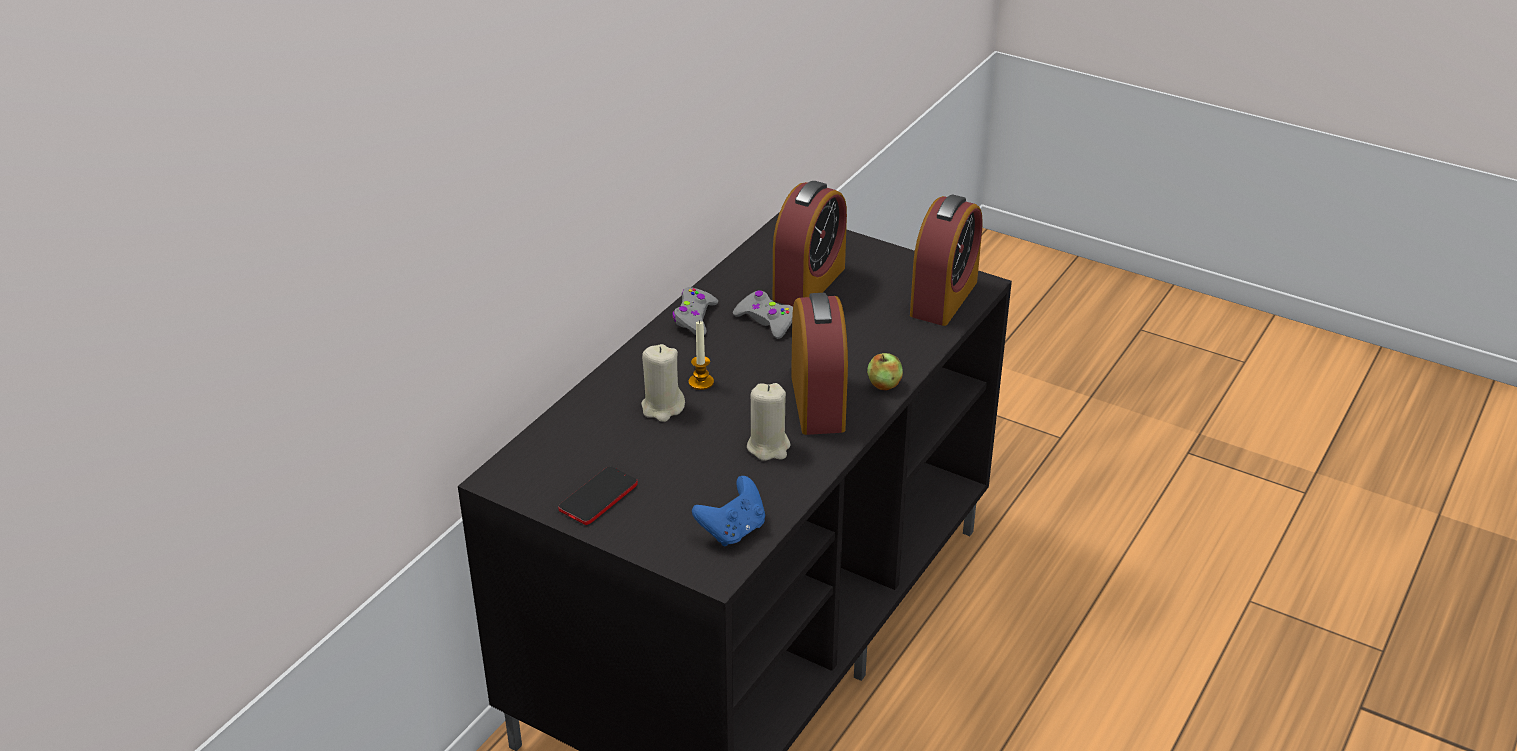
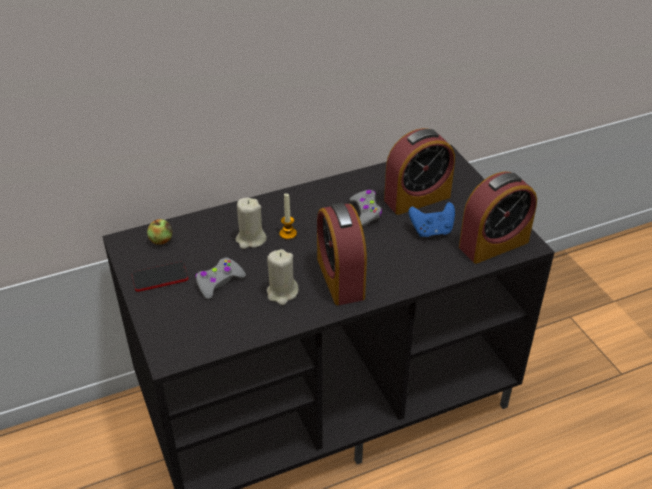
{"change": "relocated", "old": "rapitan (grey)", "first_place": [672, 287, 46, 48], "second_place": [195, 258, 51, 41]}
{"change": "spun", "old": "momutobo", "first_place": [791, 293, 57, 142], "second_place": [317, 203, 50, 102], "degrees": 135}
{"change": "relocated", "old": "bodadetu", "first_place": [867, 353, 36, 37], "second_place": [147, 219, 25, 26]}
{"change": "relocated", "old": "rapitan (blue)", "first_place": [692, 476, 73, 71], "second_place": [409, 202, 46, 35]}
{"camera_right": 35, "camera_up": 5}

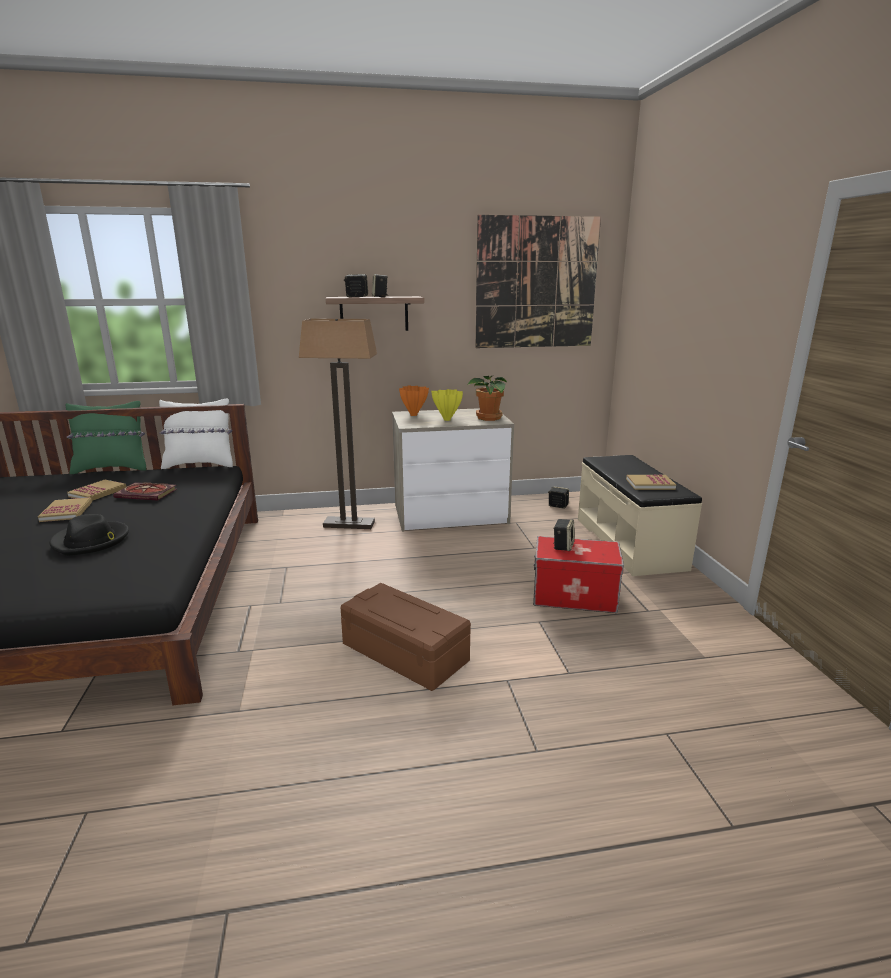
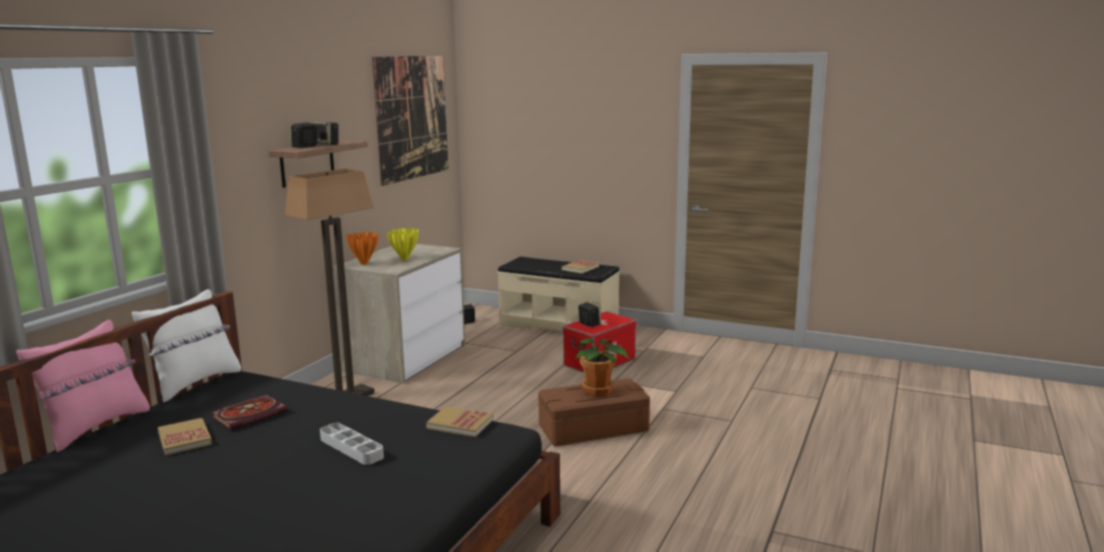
{"change": "relocated", "old": "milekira", "first_place": [468, 376, 39, 45], "second_place": [575, 338, 54, 59]}
{"change": "colour", "old": "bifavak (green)", "new": "bifavak (pink)", "first_place": [66, 401, 80, 73], "second_place": [16, 320, 134, 133]}
{"change": "relocated", "old": "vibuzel", "first_place": [38, 497, 54, 25], "second_place": [426, 406, 68, 31]}
{"change": "exchanged", "old": "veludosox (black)", "new": "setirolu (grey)", "first_place": [50, 514, 79, 42], "second_place": [320, 423, 64, 42]}
{"camera_right": -55, "camera_up": -5}

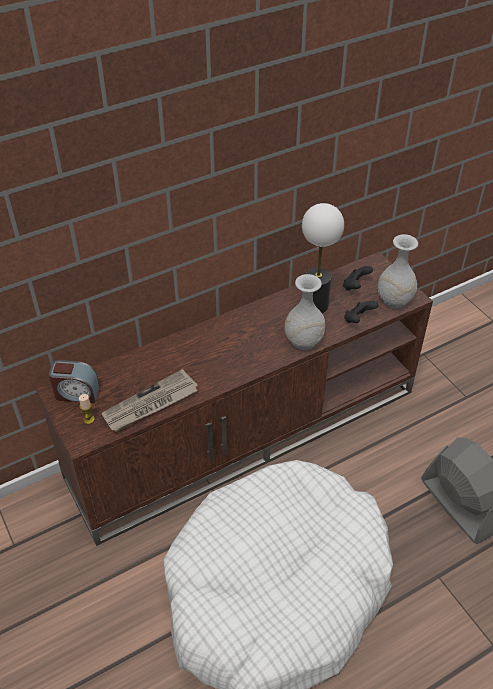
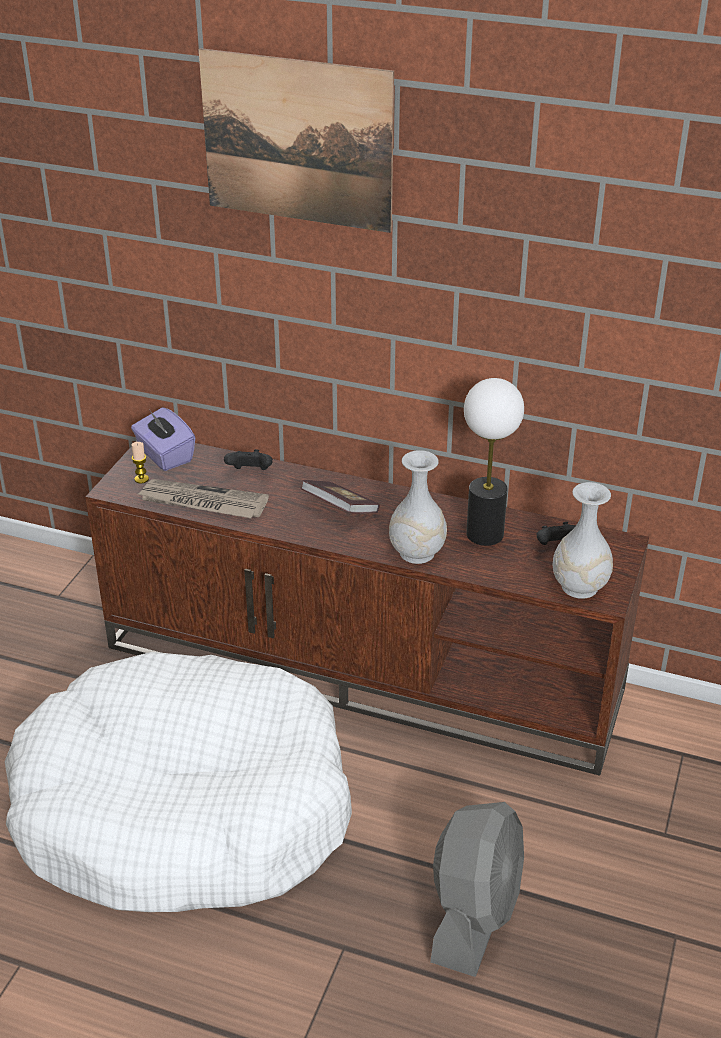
{"change": "relocated", "old": "rapitan (black)", "first_place": [344, 301, 35, 22], "second_place": [224, 449, 49, 21]}
{"change": "exchanged", "old": "momutobo", "new": "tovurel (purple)", "first_place": [49, 360, 51, 43], "second_place": [131, 407, 64, 64]}
{"change": "appeared", "new": "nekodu", "second_place": [199, 48, 195, 185]}
{"change": "appeared", "new": "vibuzel", "second_place": [301, 480, 78, 34]}
{"camera_right": 50, "camera_up": -10}

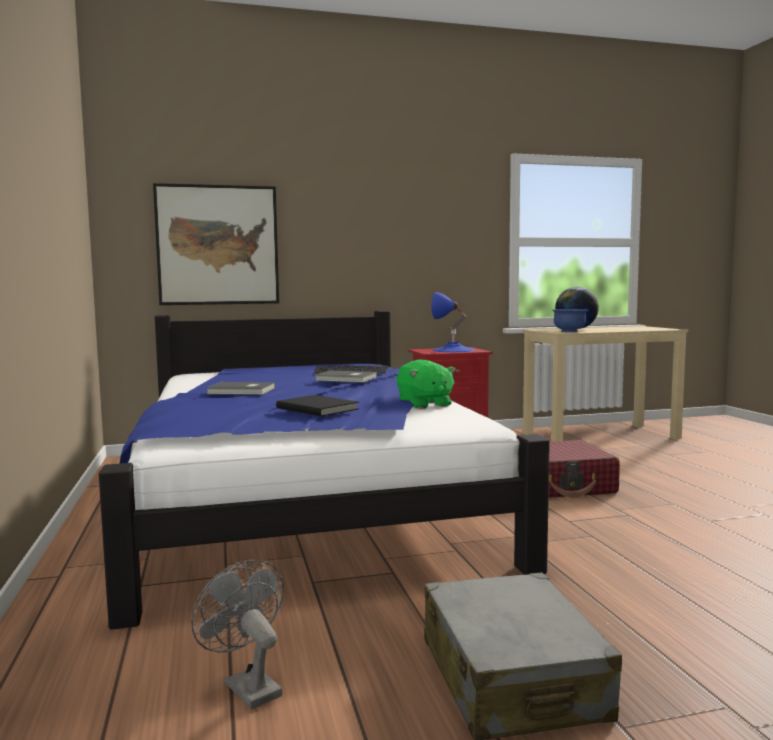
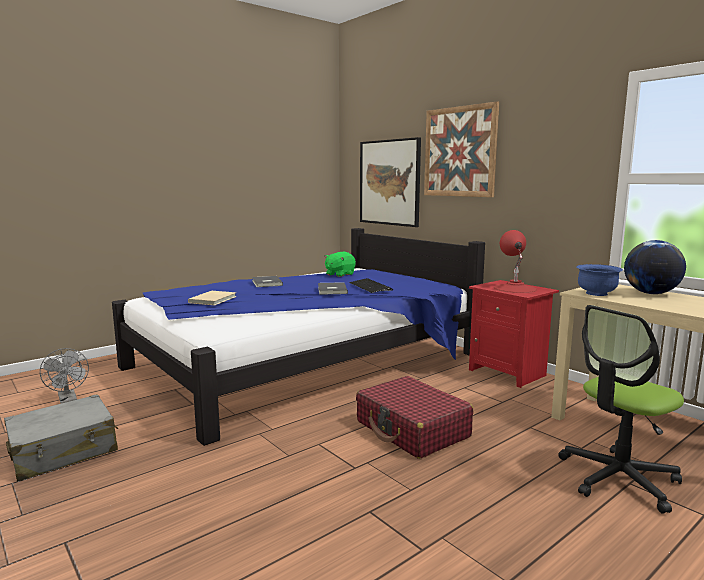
{"change": "colour", "old": "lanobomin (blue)", "new": "lanobomin (red)", "first_place": [431, 292, 44, 60], "second_place": [494, 230, 43, 63]}
{"change": "relocated", "old": "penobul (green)", "first_place": [397, 359, 59, 50], "second_place": [324, 252, 32, 25]}
{"change": "colour", "old": "vibuzel (black)", "new": "vibuzel (beige)", "first_place": [276, 395, 83, 22], "second_place": [188, 291, 49, 14]}
{"change": "spun", "old": "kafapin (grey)", "first_place": [191, 560, 93, 150], "second_place": [40, 348, 49, 55], "degrees": 120}
{"change": "appeared", "new": "nekodu", "second_place": [424, 101, 75, 96]}
{"change": "appeared", "new": "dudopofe", "second_place": [558, 305, 126, 209]}
{"camera_right": 65, "camera_up": 5}

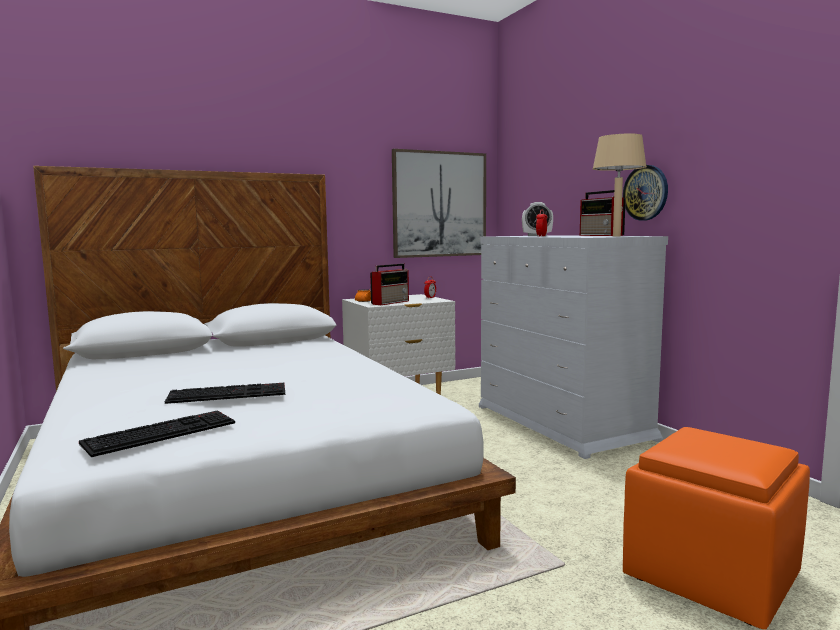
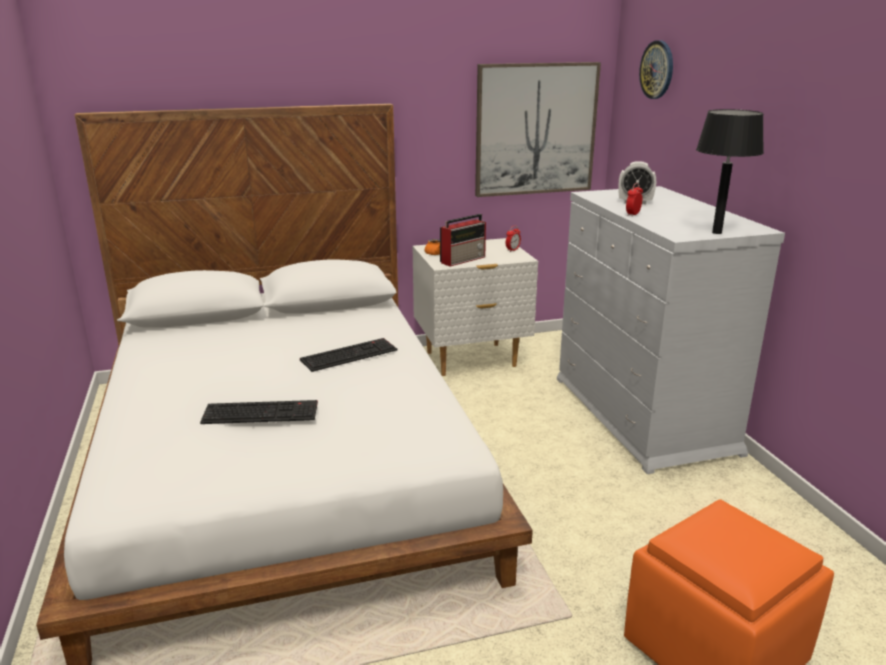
{"change": "colour", "old": "lanobomin (beige)", "new": "lanobomin (black)", "first_place": [593, 134, 54, 103], "second_place": [696, 109, 68, 125]}
{"change": "relocated", "old": "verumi", "first_place": [623, 165, 45, 56], "second_place": [639, 40, 34, 59]}
{"change": "missing", "old": "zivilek", "first_place": [580, 190, 46, 46]}
{"change": "relocated", "old": "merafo", "first_place": [79, 410, 156, 47], "second_place": [300, 338, 97, 34]}
{"camera_right": 10, "camera_up": 15}

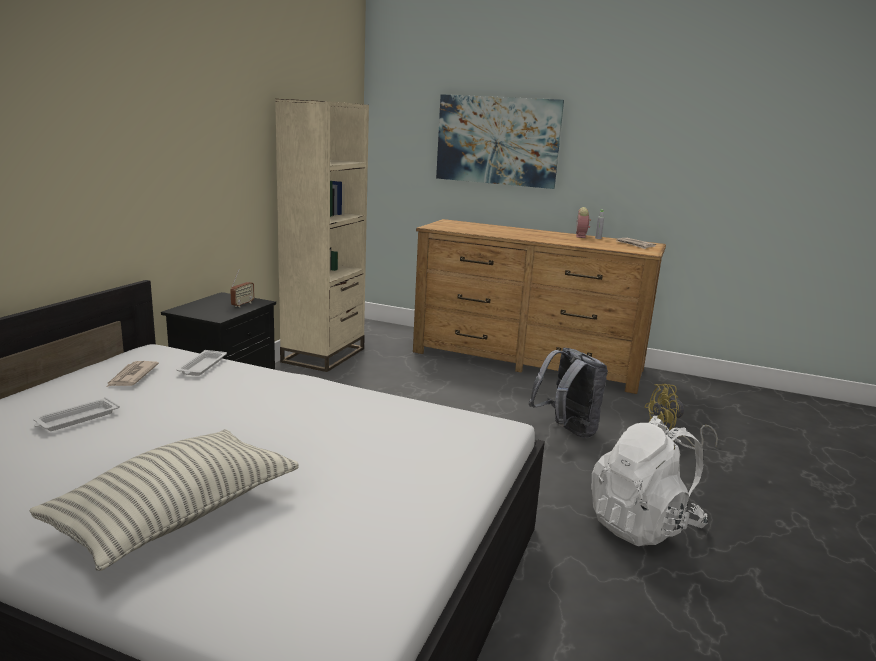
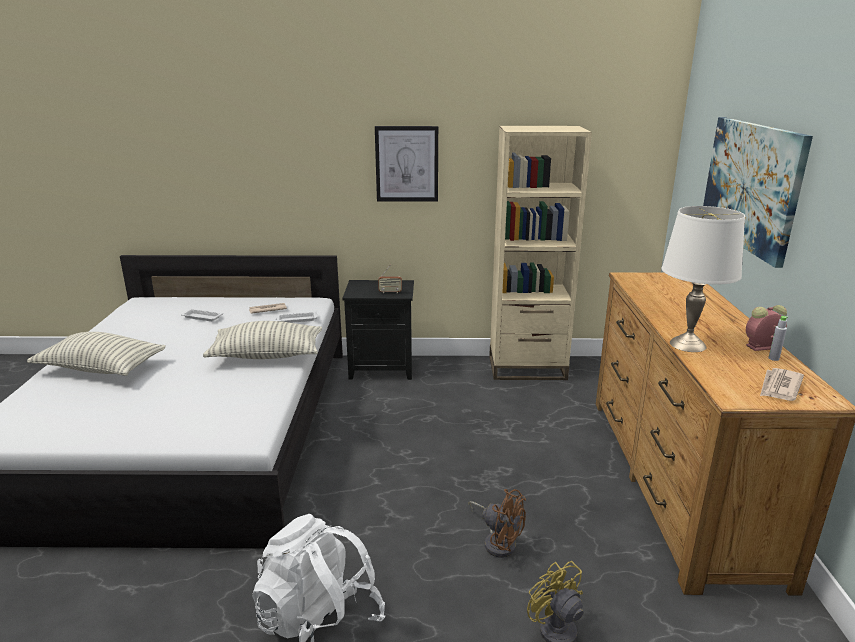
{"change": "exchanged", "old": "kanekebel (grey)", "new": "kafapin (brown)", "first_place": [529, 347, 79, 91], "second_place": [469, 489, 57, 69]}
{"change": "appeared", "new": "nekodu", "second_place": [375, 126, 63, 76]}
{"change": "appeared", "new": "lanobomin (white)", "second_place": [661, 206, 84, 146]}
{"change": "appeared", "new": "bifavak", "second_place": [203, 321, 119, 38]}
{"camera_right": 70, "camera_up": 5}

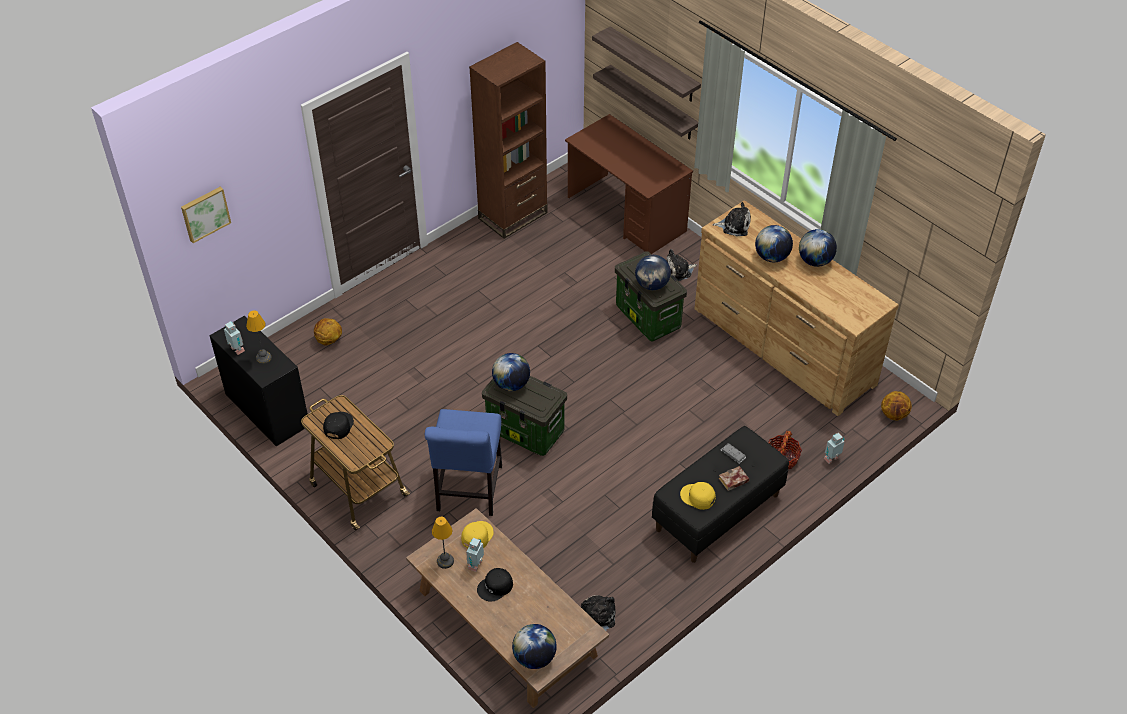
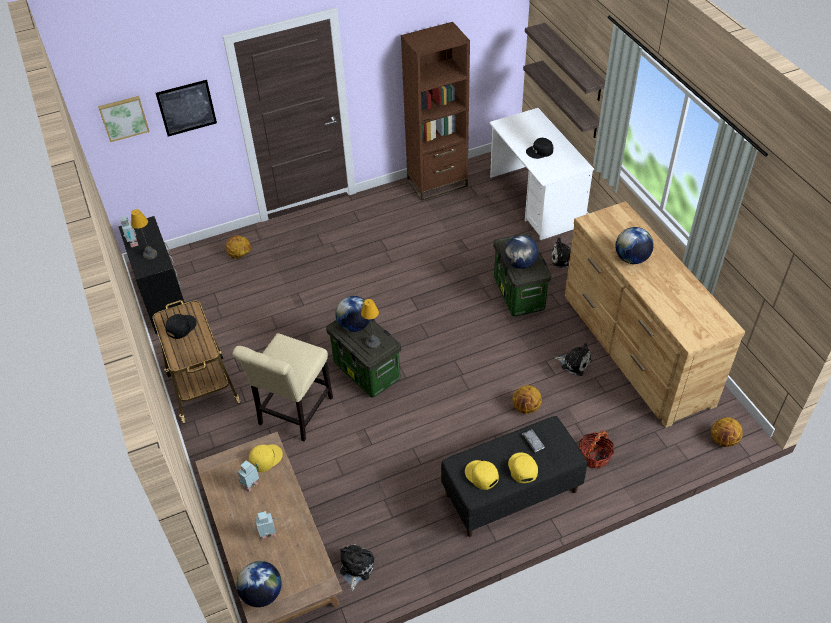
{"change": "colour", "old": "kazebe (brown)", "new": "kazebe (white)", "first_place": [565, 114, 128, 140], "second_place": [489, 108, 105, 132]}
{"change": "relocated", "old": "penobul", "first_place": [712, 202, 39, 34], "second_place": [554, 343, 37, 33]}
{"change": "missing", "old": "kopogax", "first_place": [799, 229, 38, 38]}
{"change": "colour", "old": "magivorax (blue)", "new": "magivorax (beige)", "first_place": [424, 409, 78, 107], "second_place": [233, 333, 100, 108]}
{"change": "relocated", "old": "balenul", "first_place": [824, 433, 21, 31], "second_place": [253, 511, 25, 29]}
{"change": "exchanged", "old": "vibuzel", "new": "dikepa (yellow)", "first_place": [718, 466, 31, 25], "second_place": [508, 452, 30, 31]}
{"change": "relocated", "old": "lanobomin", "first_place": [432, 517, 22, 52], "second_place": [361, 299, 19, 50]}
{"change": "relocated", "old": "dikepa (black)", "first_place": [477, 568, 36, 33], "second_place": [526, 138, 27, 21]}
{"change": "appeared", "new": "nekodu", "second_place": [156, 80, 61, 56]}
{"change": "appeared", "new": "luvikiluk", "second_place": [512, 385, 30, 29]}
{"camera_right": 20, "camera_up": 0}

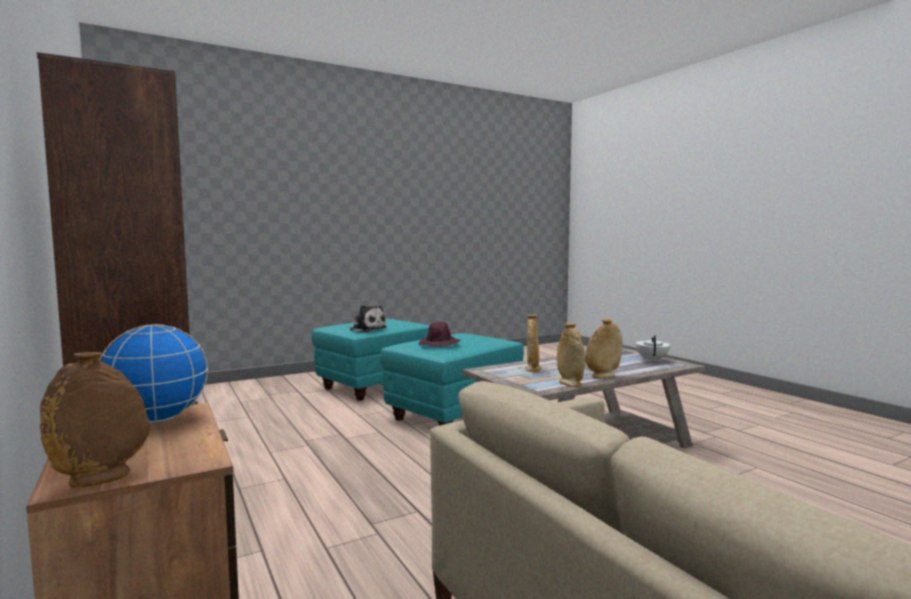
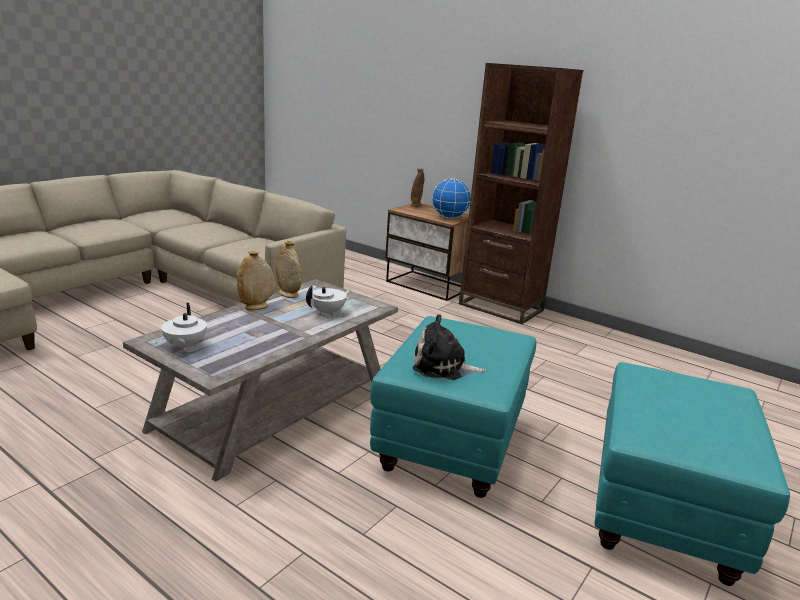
{"change": "relocated", "old": "penobul", "first_place": [347, 305, 40, 27], "second_place": [412, 314, 75, 66]}
{"change": "exchanged", "old": "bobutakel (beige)", "new": "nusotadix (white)", "first_place": [525, 315, 16, 57], "second_place": [306, 286, 45, 30]}
{"change": "missing", "old": "veludosox (purple)", "first_place": [419, 322, 41, 24]}
{"camera_right": 155, "camera_up": 15}

